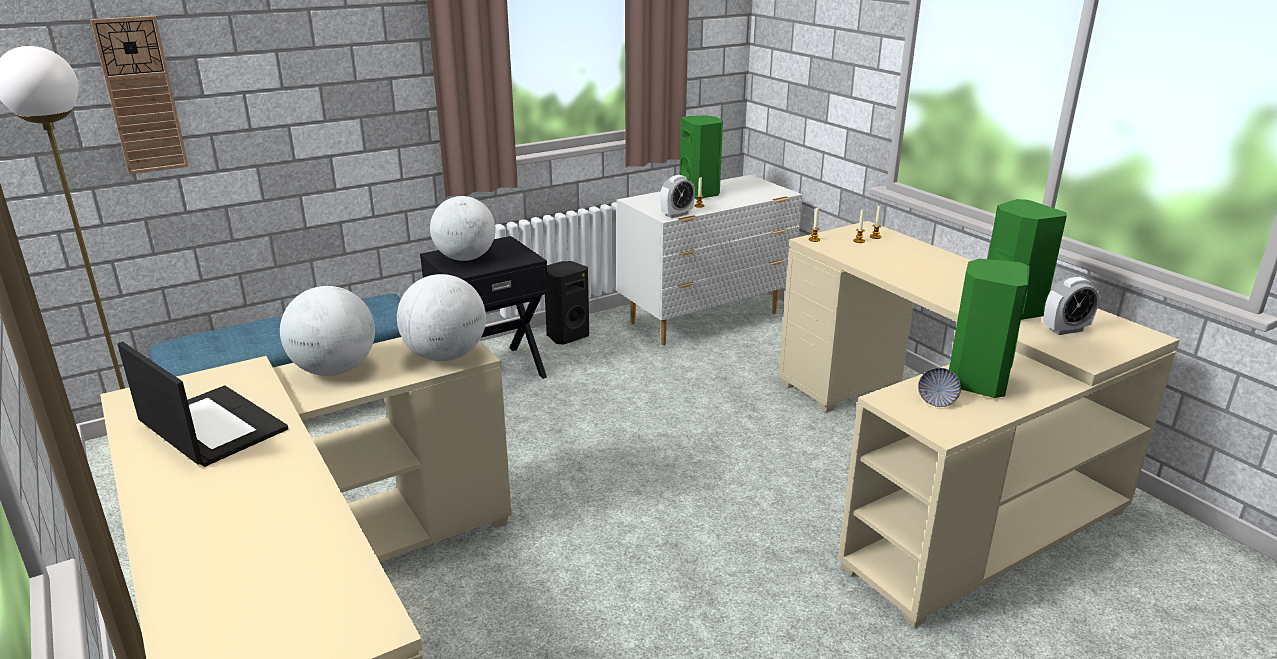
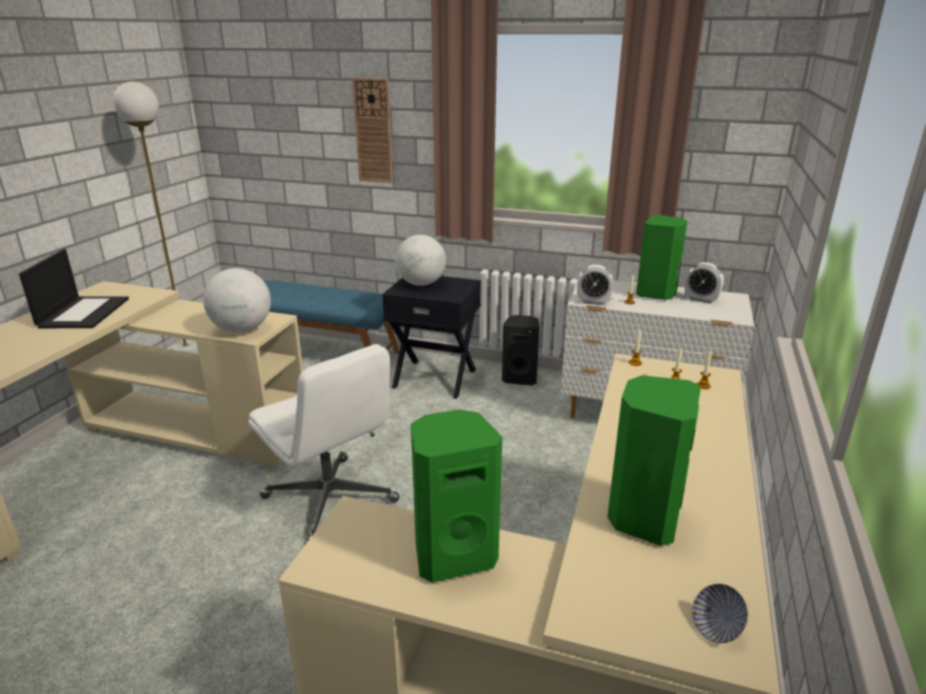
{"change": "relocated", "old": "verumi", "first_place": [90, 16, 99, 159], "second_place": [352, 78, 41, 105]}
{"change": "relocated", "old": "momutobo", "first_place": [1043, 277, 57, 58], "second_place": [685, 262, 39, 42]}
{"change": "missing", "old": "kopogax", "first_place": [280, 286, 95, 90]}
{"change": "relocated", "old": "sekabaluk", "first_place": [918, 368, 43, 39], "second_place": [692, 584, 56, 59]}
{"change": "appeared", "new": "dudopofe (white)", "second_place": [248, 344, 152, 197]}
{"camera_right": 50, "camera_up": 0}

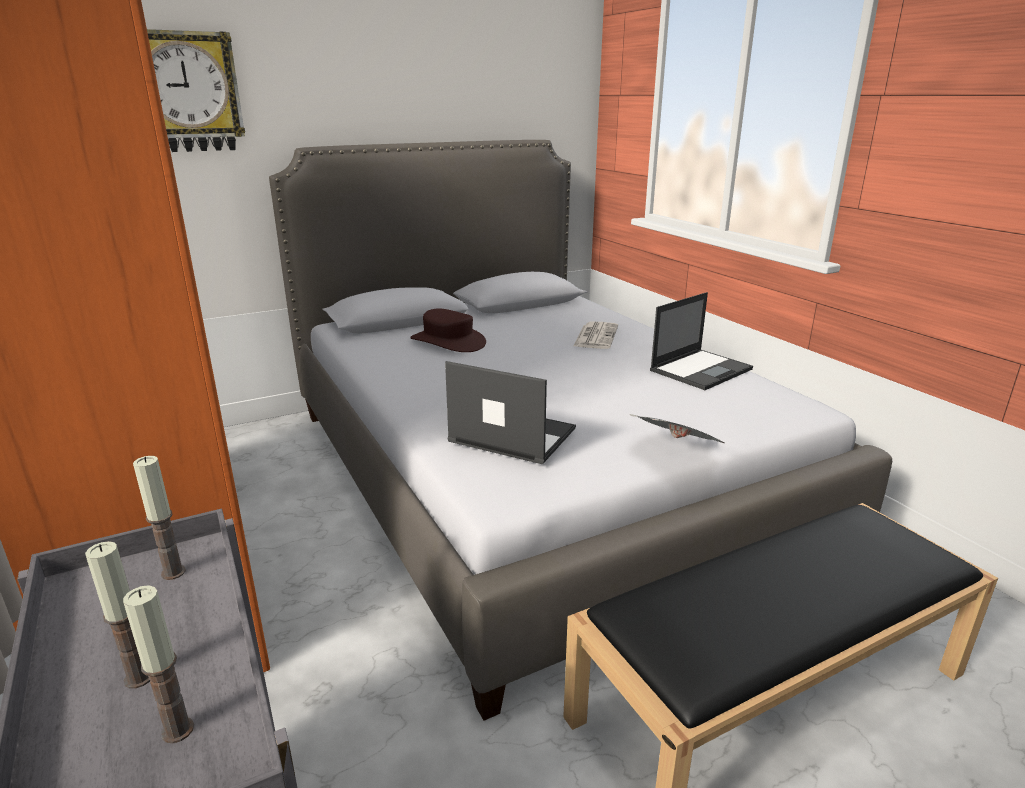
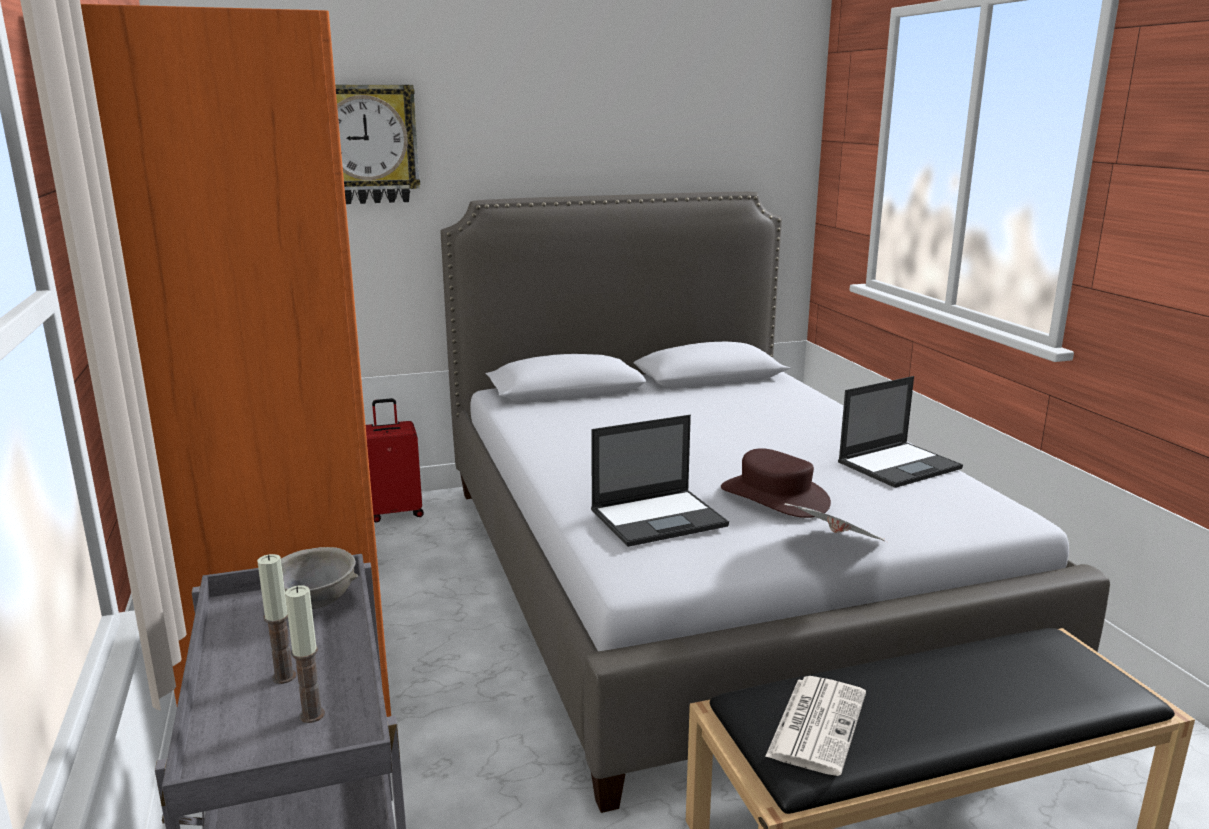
{"change": "relocated", "old": "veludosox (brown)", "first_place": [410, 309, 76, 43], "second_place": [721, 448, 110, 70]}
{"change": "relocated", "old": "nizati", "first_place": [573, 322, 45, 27], "second_place": [765, 676, 101, 100]}
{"change": "spun", "old": "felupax", "first_place": [445, 361, 131, 103], "second_place": [591, 415, 138, 132], "degrees": 120}
{"change": "exchanged", "old": "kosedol", "new": "sekabaluk (grey)", "first_place": [133, 456, 53, 124], "second_place": [281, 547, 77, 62]}
{"change": "appeared", "new": "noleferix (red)", "second_place": [366, 398, 58, 125]}
{"camera_right": 10, "camera_up": -5}

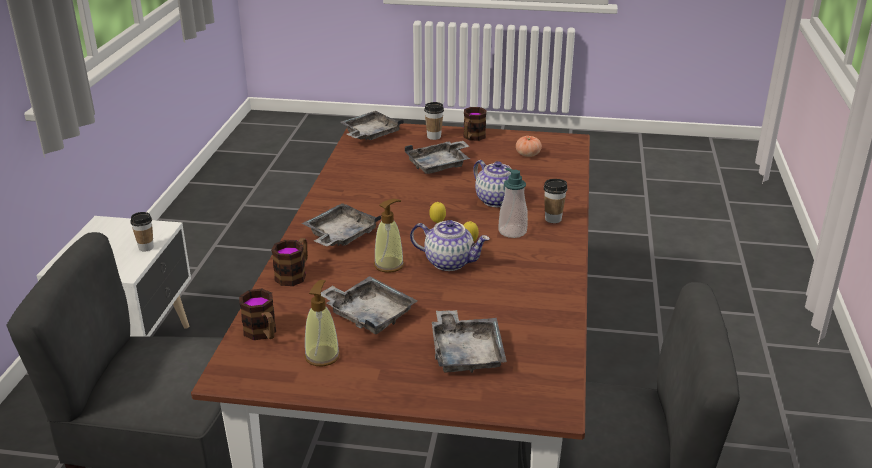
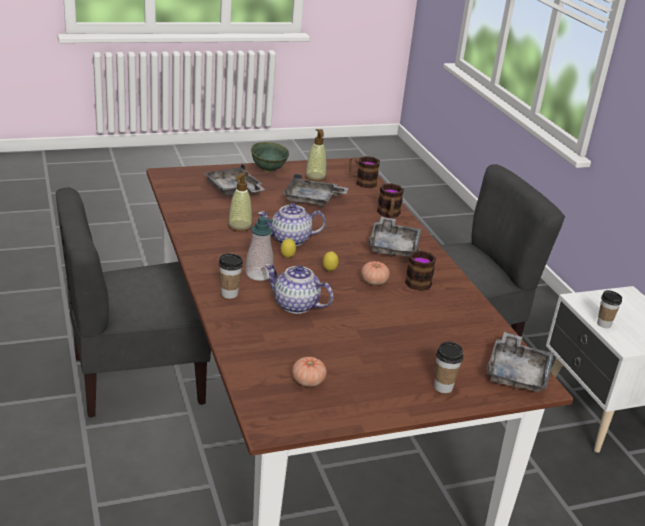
{"change": "relocated", "old": "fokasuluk", "first_place": [463, 107, 23, 34], "second_place": [405, 248, 31, 43]}
{"change": "missing", "old": "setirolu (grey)", "first_place": [405, 141, 65, 33]}
{"change": "relocated", "old": "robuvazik", "first_place": [374, 199, 30, 74], "second_place": [228, 173, 24, 59]}
{"change": "appeared", "new": "sekabaluk (green)", "second_place": [251, 142, 38, 30]}
{"change": "appeared", "new": "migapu", "second_place": [361, 261, 29, 24]}
{"camera_right": 150, "camera_up": 0}

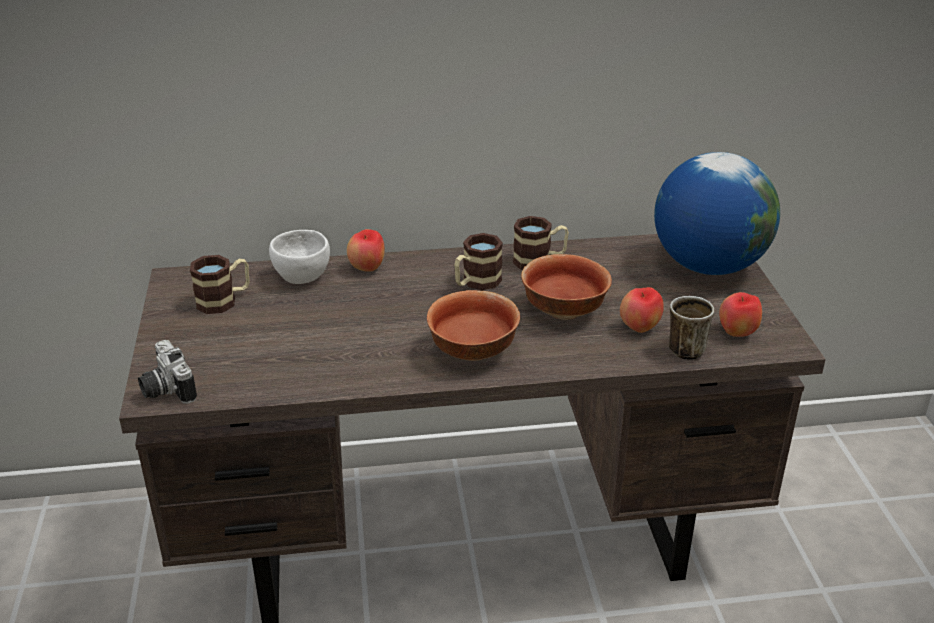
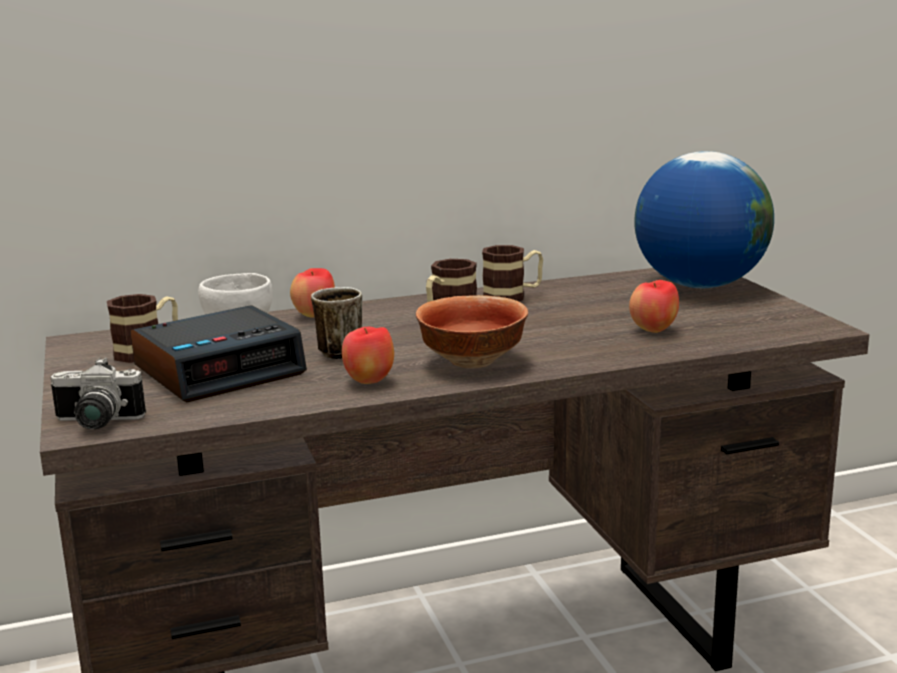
{"change": "missing", "old": "sekabaluk", "first_place": [521, 254, 91, 66]}
{"change": "relocated", "old": "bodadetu", "first_place": [719, 292, 43, 45], "second_place": [342, 327, 52, 57]}
{"change": "relocated", "old": "fokasuluk", "first_place": [669, 296, 45, 64], "second_place": [311, 287, 51, 72]}
{"change": "spun", "old": "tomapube", "first_place": [138, 340, 59, 64], "second_place": [50, 358, 96, 71], "degrees": -45}
{"change": "appeared", "new": "momutobo", "second_place": [131, 305, 176, 97]}
{"camera_right": -10, "camera_up": -15}

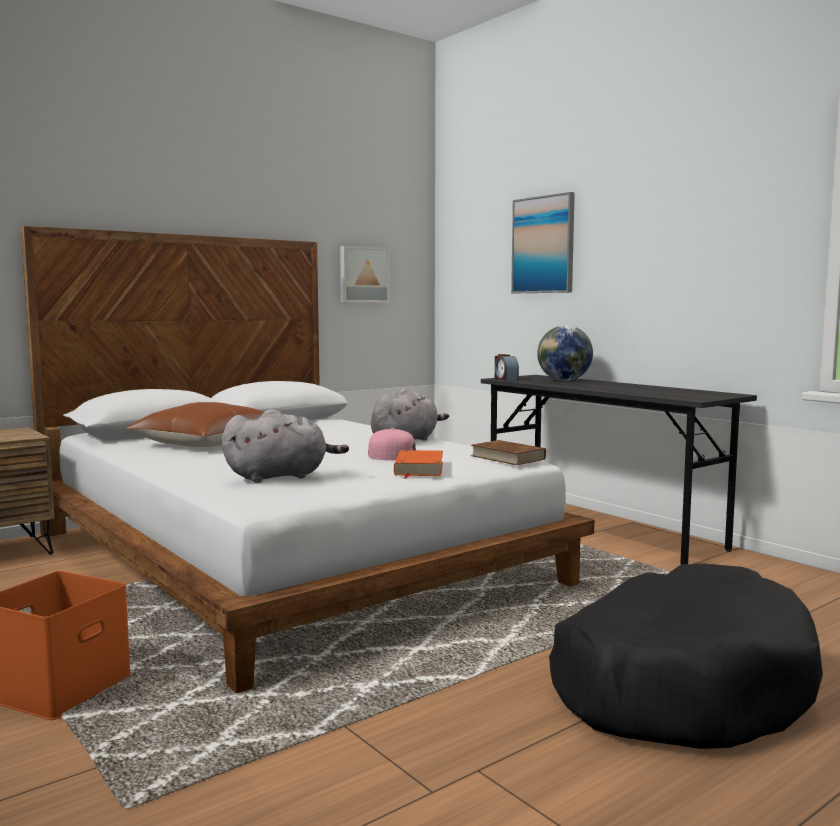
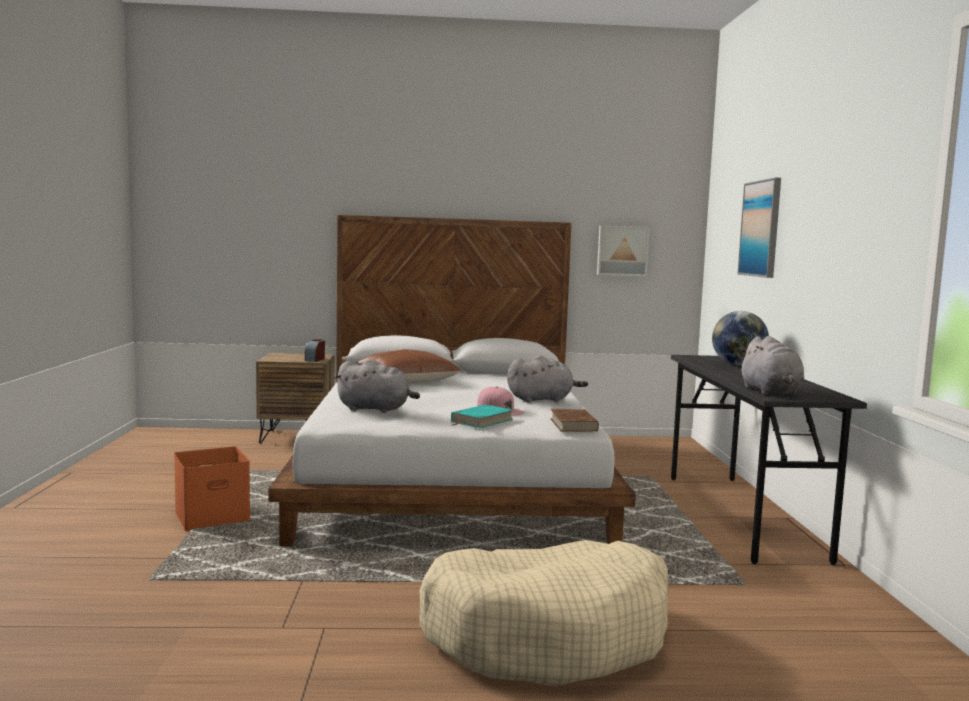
{"change": "relocated", "old": "momutobo", "first_place": [495, 354, 24, 27], "second_place": [305, 339, 20, 23]}
{"change": "colour", "old": "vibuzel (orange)", "new": "vibuzel (turquoise)", "first_place": [394, 450, 49, 29], "second_place": [451, 404, 62, 24]}
{"change": "colour", "old": "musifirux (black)", "new": "musifirux (beige)", "first_place": [549, 564, 274, 185], "second_place": [419, 540, 249, 147]}
{"change": "appeared", "new": "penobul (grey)", "second_place": [739, 336, 65, 59]}
{"camera_right": 35, "camera_up": 0}

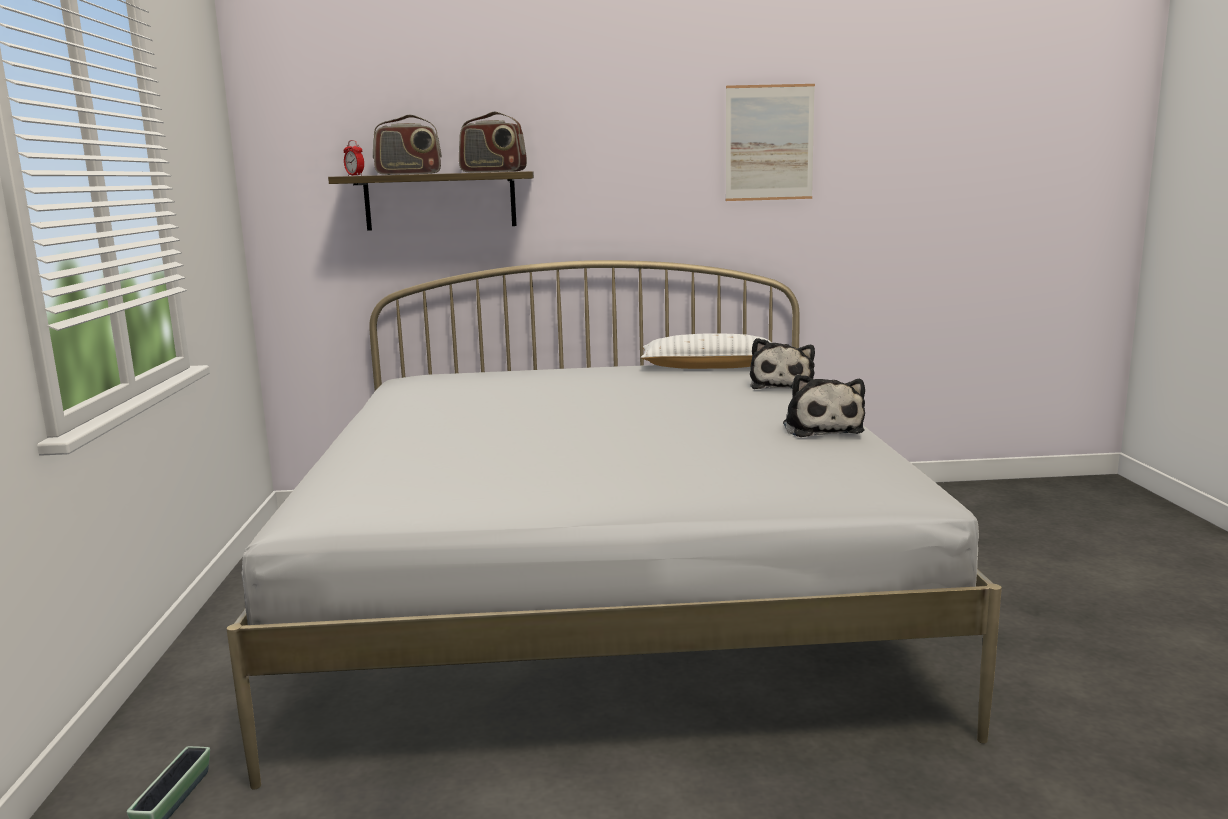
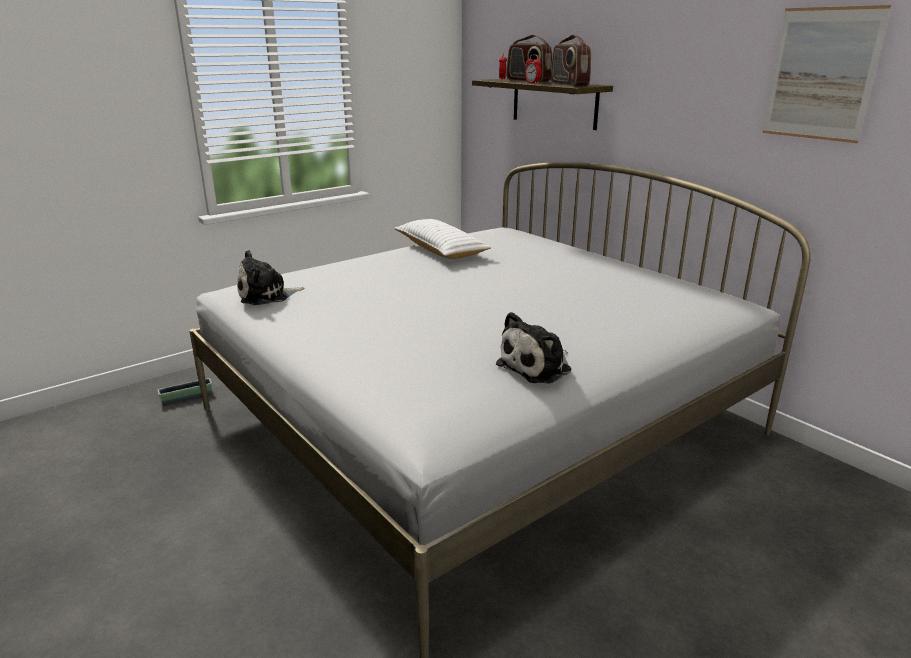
{"change": "relocated", "old": "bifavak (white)", "first_place": [640, 333, 132, 36], "second_place": [394, 219, 97, 40]}
{"change": "relocated", "old": "penobul", "first_place": [750, 338, 65, 51], "second_place": [237, 250, 68, 55]}
{"change": "appeared", "new": "momutobo", "second_place": [525, 54, 17, 30]}
{"camera_right": 55, "camera_up": 10}

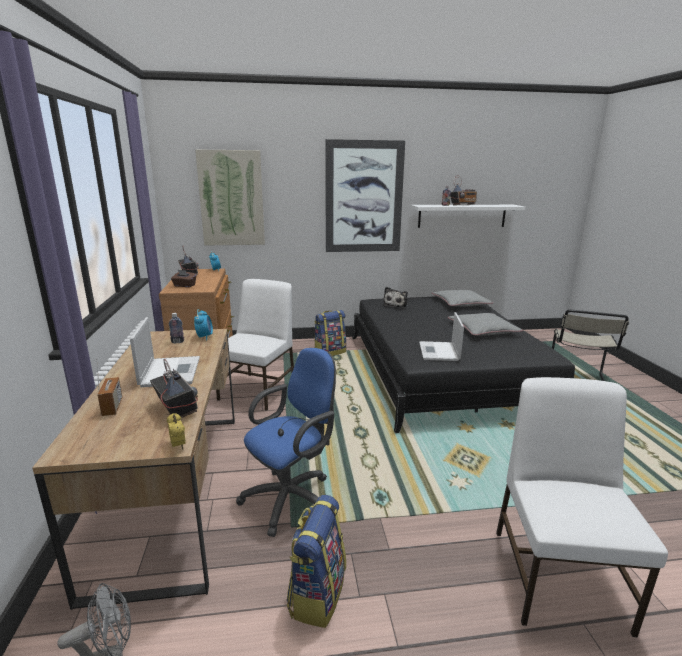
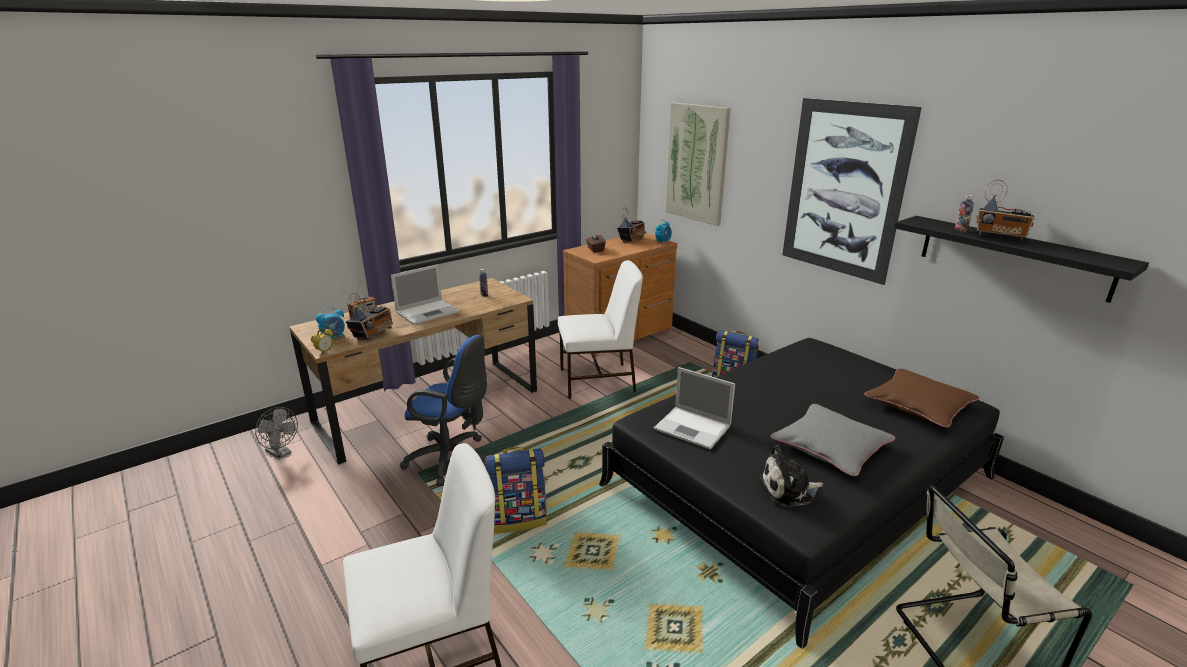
{"change": "colour", "old": "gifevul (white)", "new": "gifevul (black)", "first_place": [411, 205, 115, 23], "second_place": [894, 216, 255, 87]}
{"change": "relocated", "old": "penobul", "first_place": [383, 287, 25, 21], "second_place": [759, 445, 64, 62]}
{"change": "colour", "old": "bifavak (grey)", "new": "bifavak (brown)", "first_place": [432, 290, 61, 17], "second_place": [864, 369, 116, 59]}
{"change": "relocated", "old": "momutobo", "first_place": [194, 309, 19, 31], "second_place": [316, 307, 29, 31]}
{"change": "spun", "old": "felupax", "first_place": [419, 312, 45, 49], "second_place": [654, 367, 81, 83], "degrees": -120}
{"change": "relocated", "old": "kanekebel", "first_place": [287, 495, 59, 133], "second_place": [485, 447, 62, 86]}
{"camera_right": 60, "camera_up": 5}

